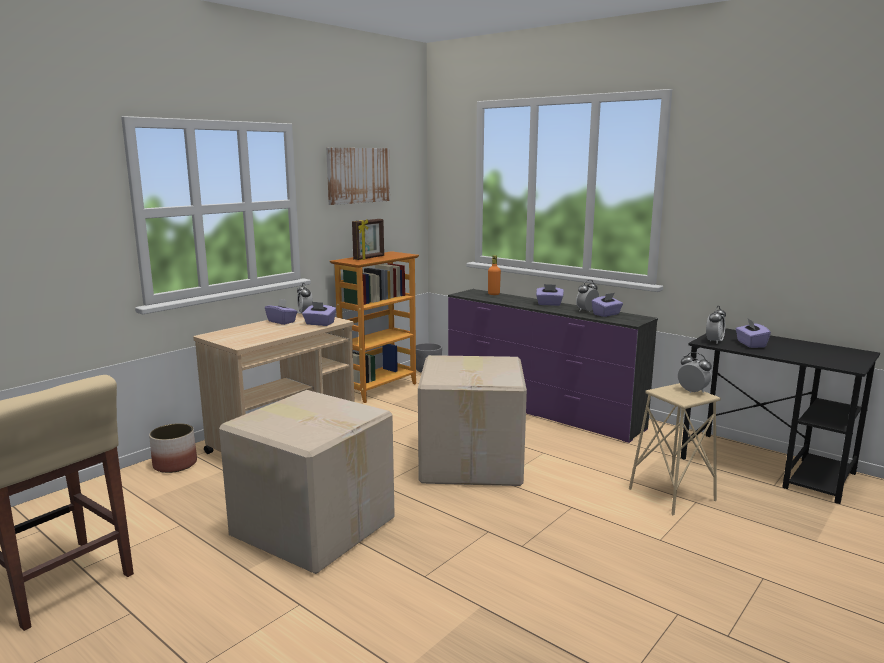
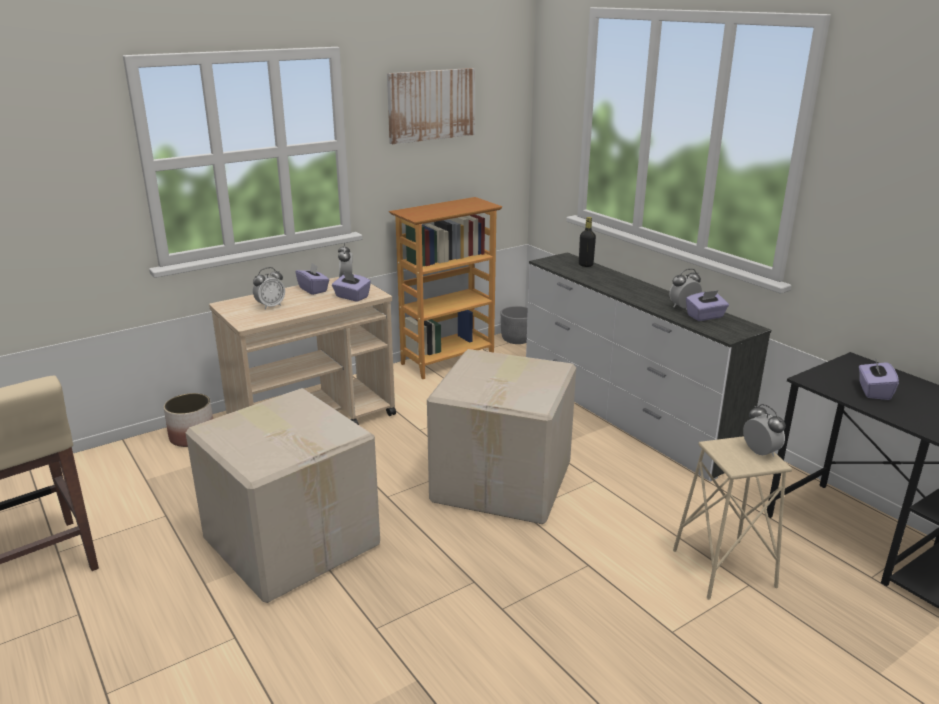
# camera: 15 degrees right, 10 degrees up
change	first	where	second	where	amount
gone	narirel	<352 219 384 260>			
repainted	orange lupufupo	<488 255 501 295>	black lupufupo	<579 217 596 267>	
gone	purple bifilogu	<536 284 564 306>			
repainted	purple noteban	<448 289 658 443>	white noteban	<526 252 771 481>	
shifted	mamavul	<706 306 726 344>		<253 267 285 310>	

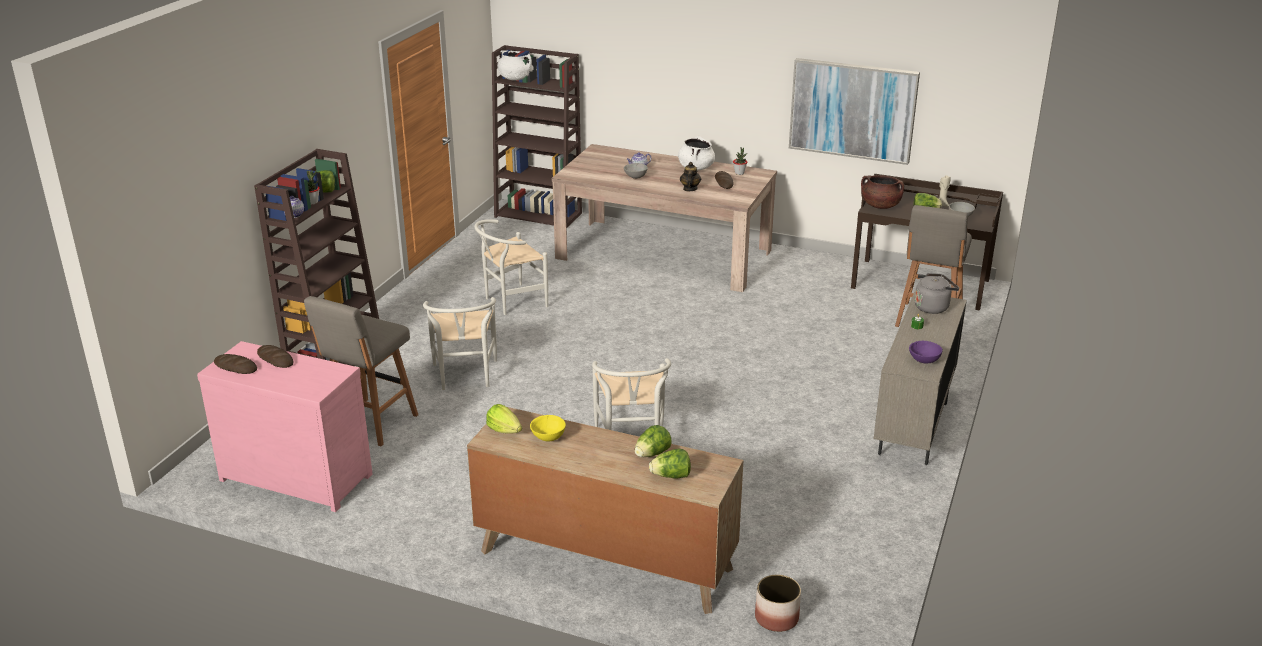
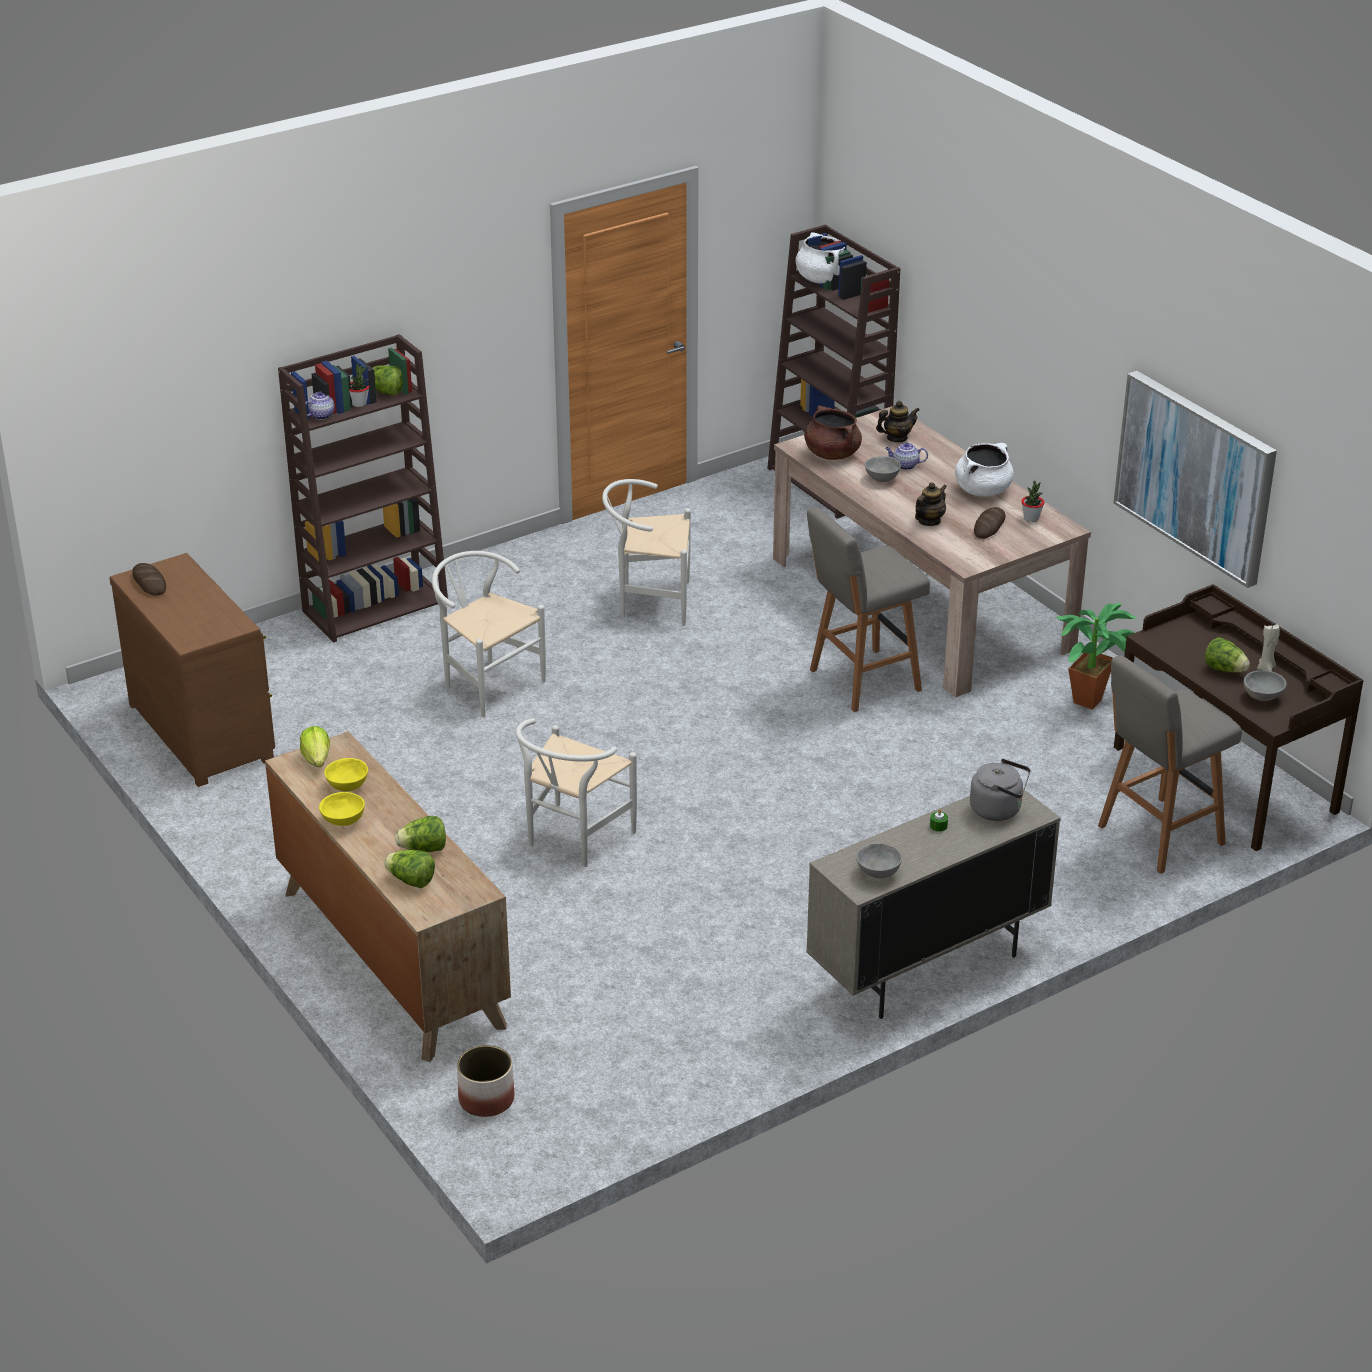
# camera: 35 degrees right, 5 degrees up
change	first	where	second	where	amount
shifted	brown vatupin	<861 175 904 209>		<804 405 862 460>	
shifted	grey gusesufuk	<304 296 418 446>		<807 507 930 712>	
rotated	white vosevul	<423 297 497 390>		<432 551 546 717>	105 degrees clockwise
repainted	pink noteban	<197 341 373 512>	brown noteban	<110 553 275 787>	
repainted	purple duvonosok	<909 341 943 363>	grey duvonosok	<856 843 902 878>	
gone	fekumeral	<257 345 293 368>			
new			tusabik	<876 401 920 442>	
new			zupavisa	<1056 603 1136 710>	
new			yellow duvonosok	<319 792 365 826>	

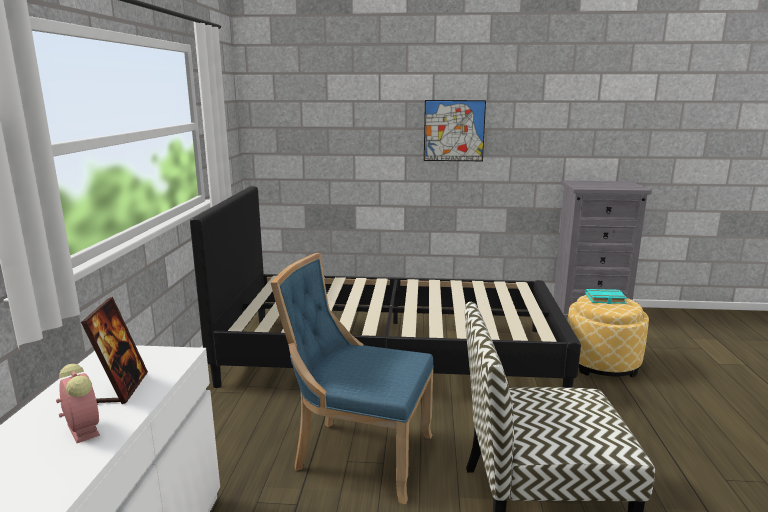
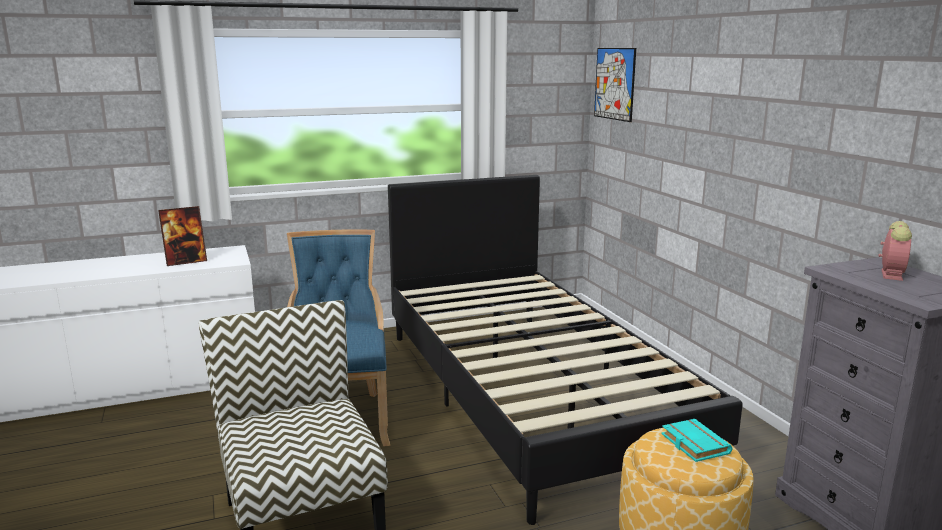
# camera: 65 degrees right, 0 degrees up
change	first	where	second	where	amount
shifted	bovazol	<424 100 486 161>		<594 48 636 122>	
shifted	mamavul	<56 364 100 443>		<878 221 912 281>	

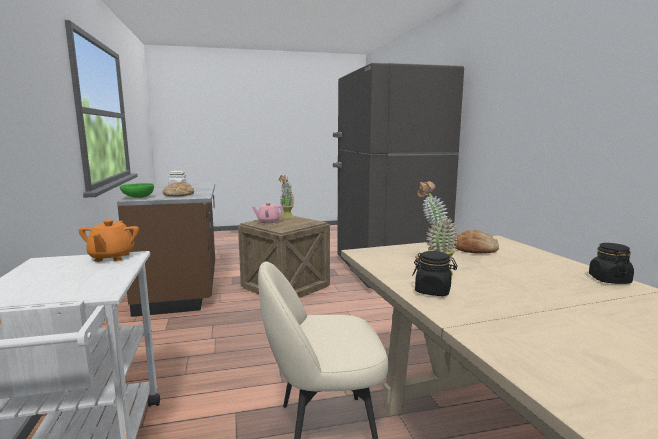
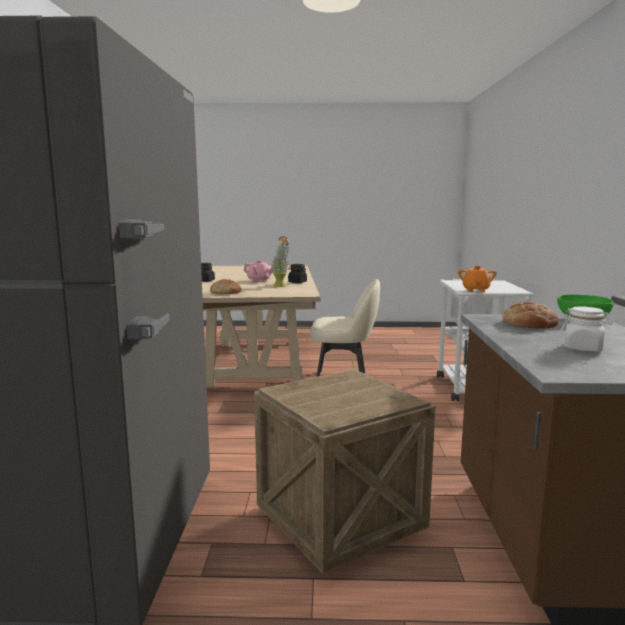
# camera: 165 degrees left, 0 degrees up
change	first	where	second	where	amount
gone	zupavisa	<279 175 294 218>			
shifted	pink tusabik	<252 202 284 224>		<243 260 273 282>	

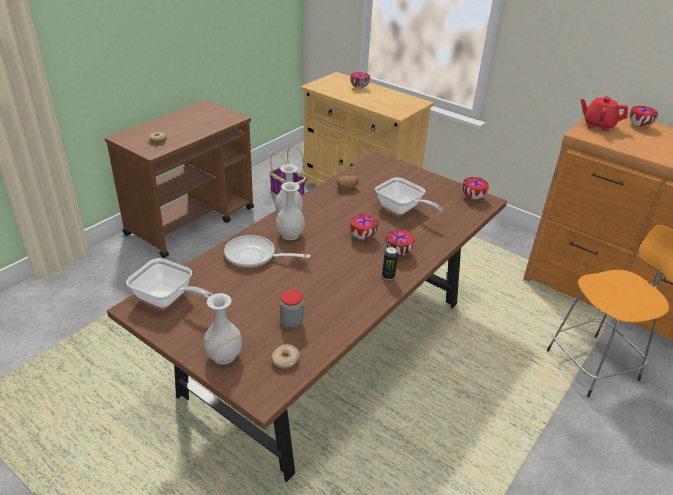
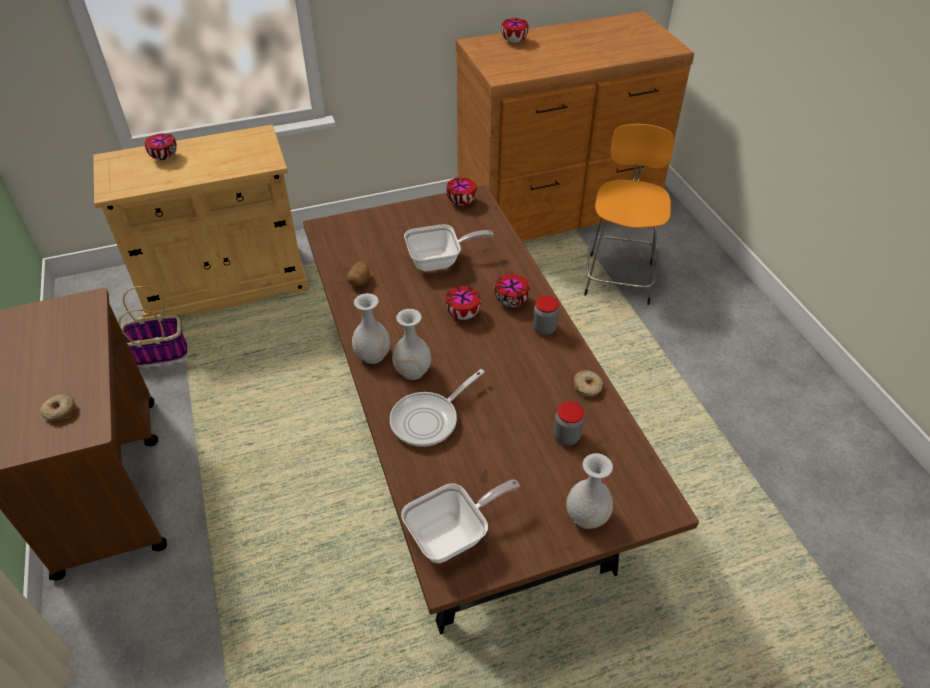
# camera: 55 degrees left, 10 degrees up
change	first	where	second	where	amount
gone	red tusabik	<581 96 628 131>			
swapped	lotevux	<382 247 398 280>	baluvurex	<533 296 559 335>	
shifted	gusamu	<272 344 300 369>		<574 370 603 397>	

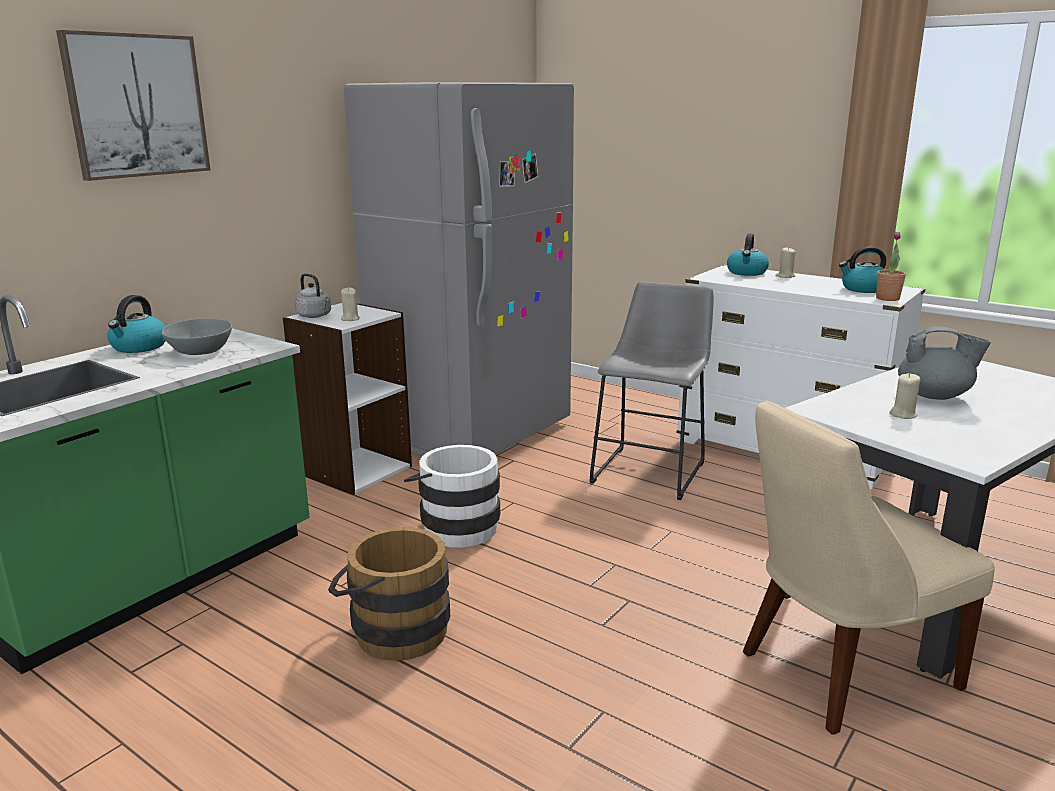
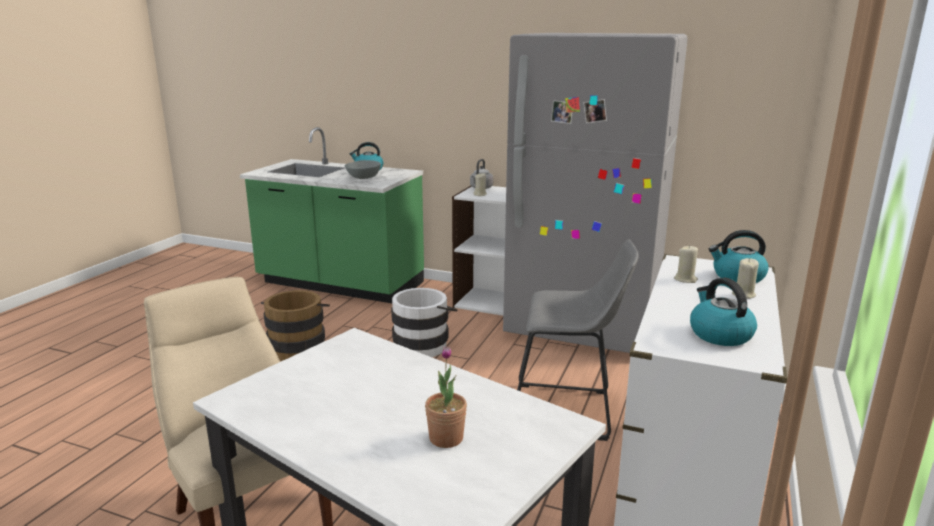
# camera: 75 degrees right, 0 degrees up
change	first	where	second	where	amount
gone	bovazol	<56 30 210 181>			
shifted	zupavisa	<876 232 906 301>		<425 346 467 448>	
gone	grey tusabik	<898 327 991 400>			
shifted	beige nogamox	<889 373 920 419>		<674 245 698 283>	

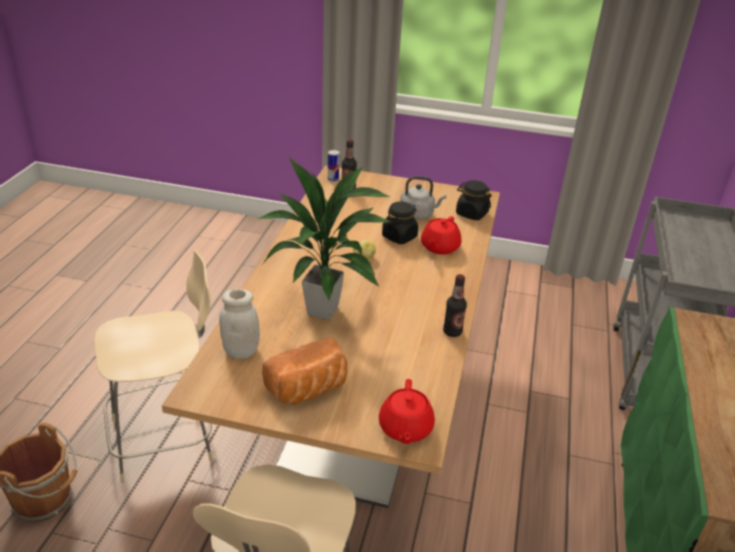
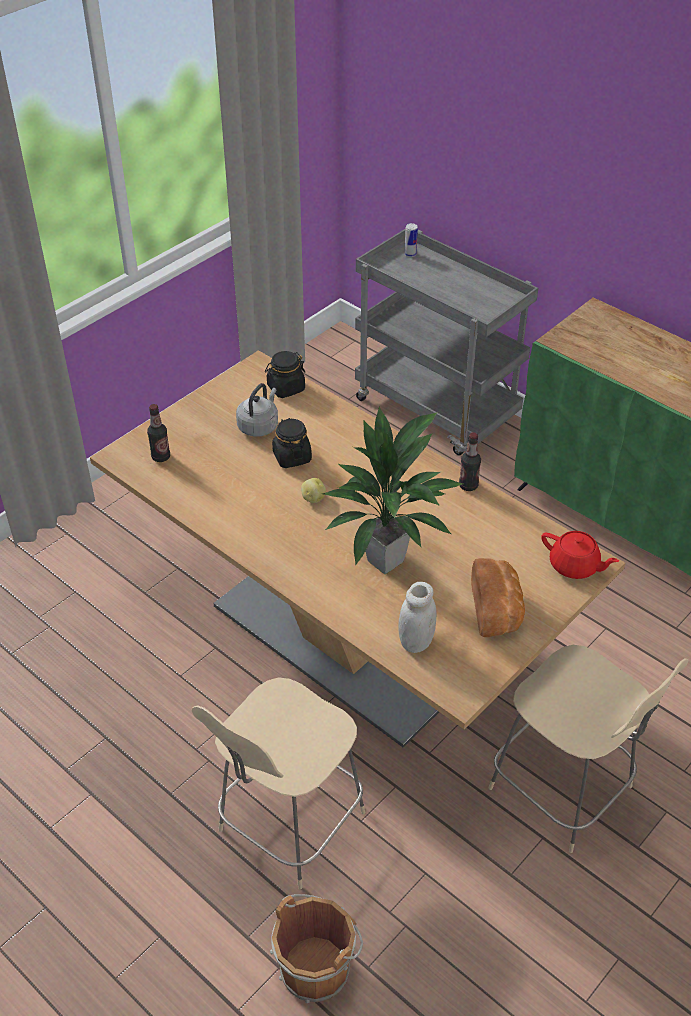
# camera: 60 degrees left, 10 degrees up
change	first	where	second	where	amount
shifted	lotevux	<328 150 339 182>		<404 223 418 257>	
gone	red tusabik	<421 216 462 255>			
rotated	beige vosevul	<94 250 213 483>		<192 677 365 889>	150 degrees counterclockwise

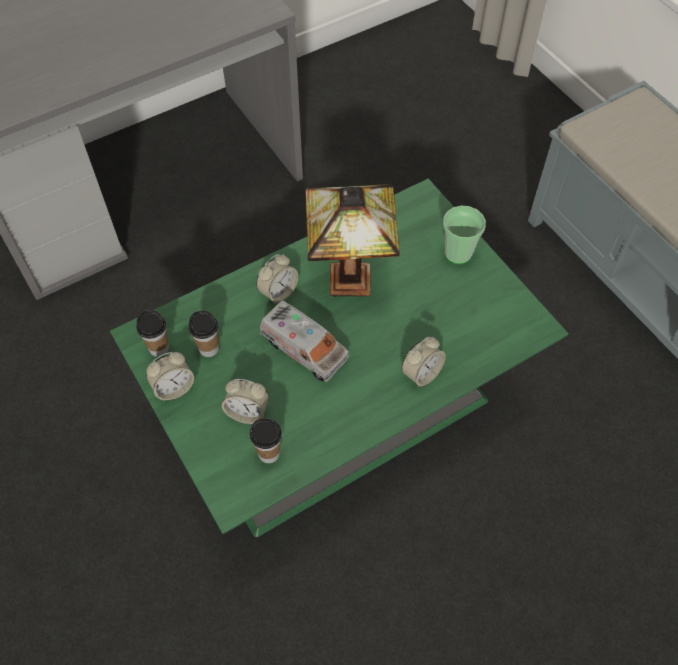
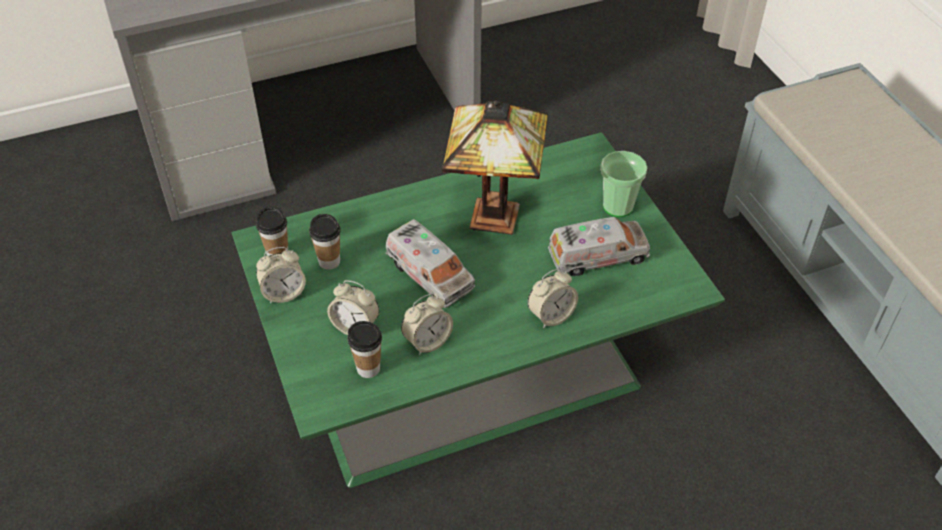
# camera: 10 degrees right, 10 degrees down
change	first	where	second	where	amount
shifted	mamavul	<256 254 298 304>		<401 294 453 355>	
new			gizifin	<548 217 650 276>	

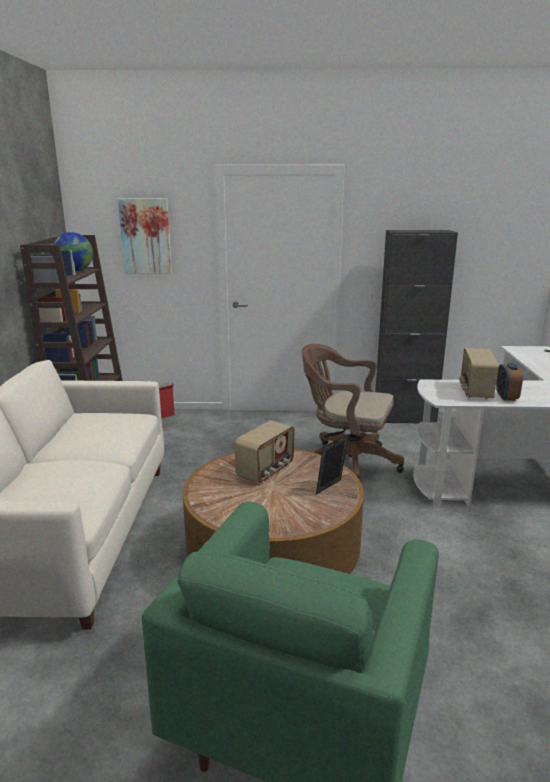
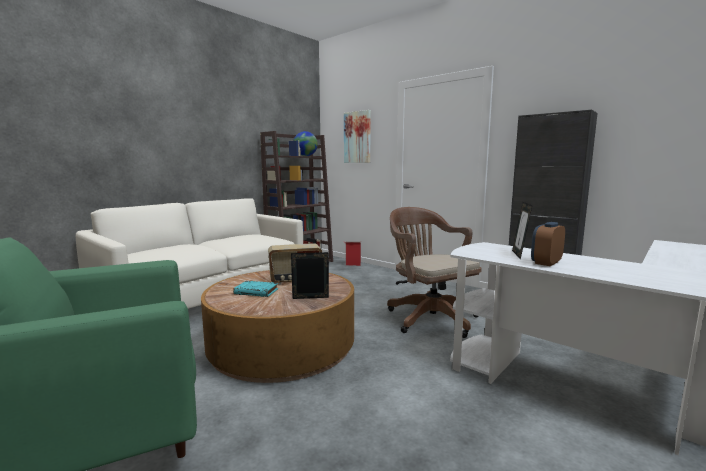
# camera: 40 degrees right, 10 degrees down
change	first	where	second	where	amount
swapped	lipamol	<459 348 499 399>	narirel	<512 202 532 259>	
new			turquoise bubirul	<233 281 278 297>	

